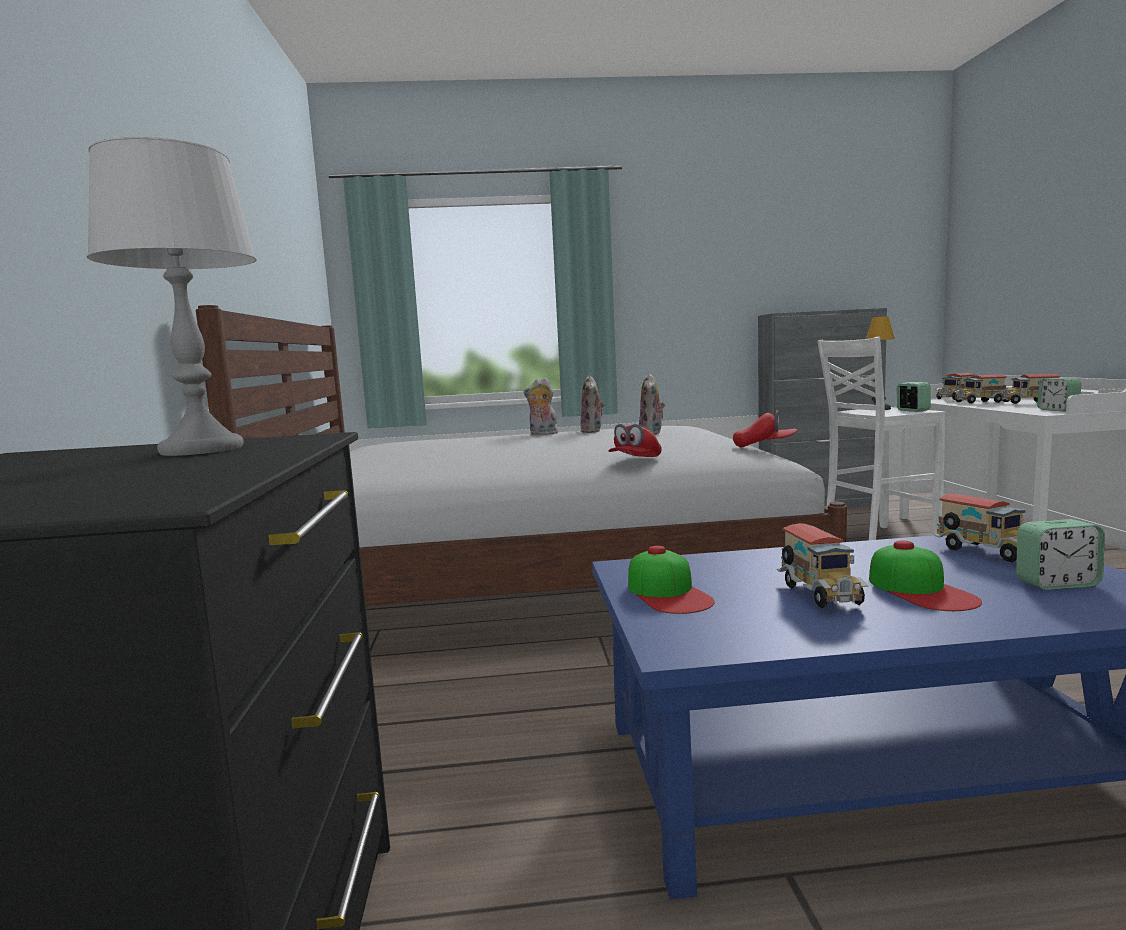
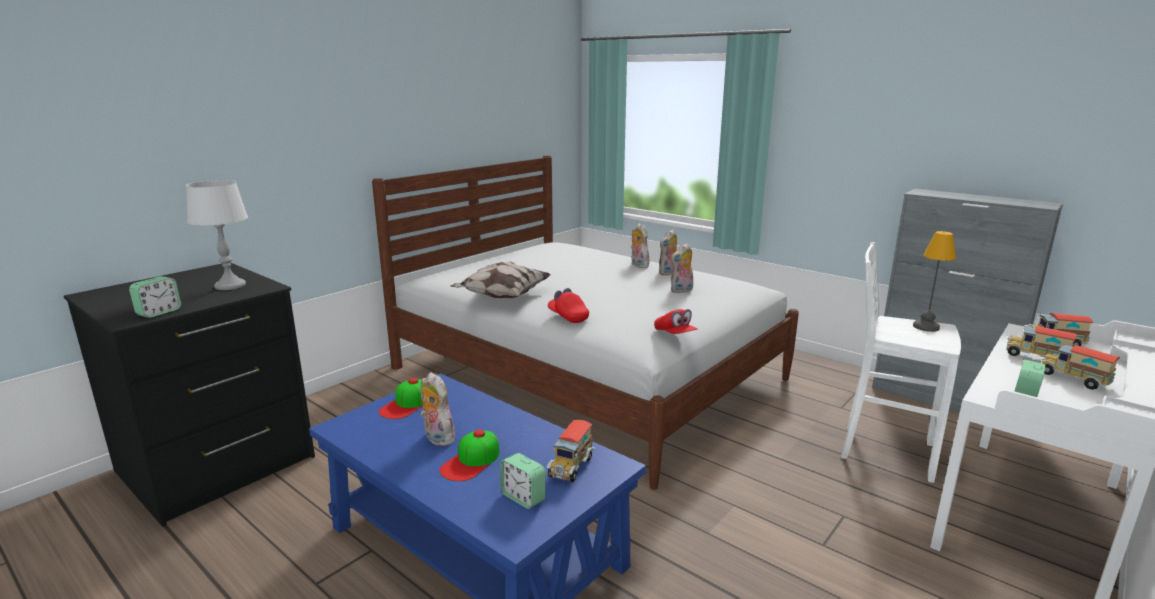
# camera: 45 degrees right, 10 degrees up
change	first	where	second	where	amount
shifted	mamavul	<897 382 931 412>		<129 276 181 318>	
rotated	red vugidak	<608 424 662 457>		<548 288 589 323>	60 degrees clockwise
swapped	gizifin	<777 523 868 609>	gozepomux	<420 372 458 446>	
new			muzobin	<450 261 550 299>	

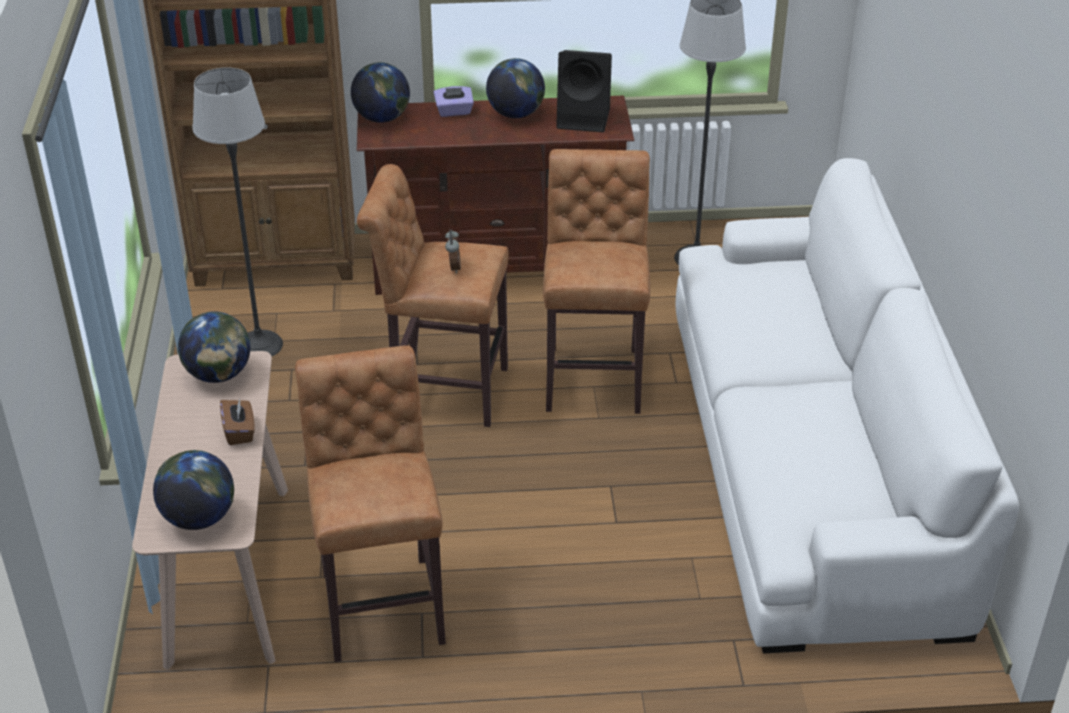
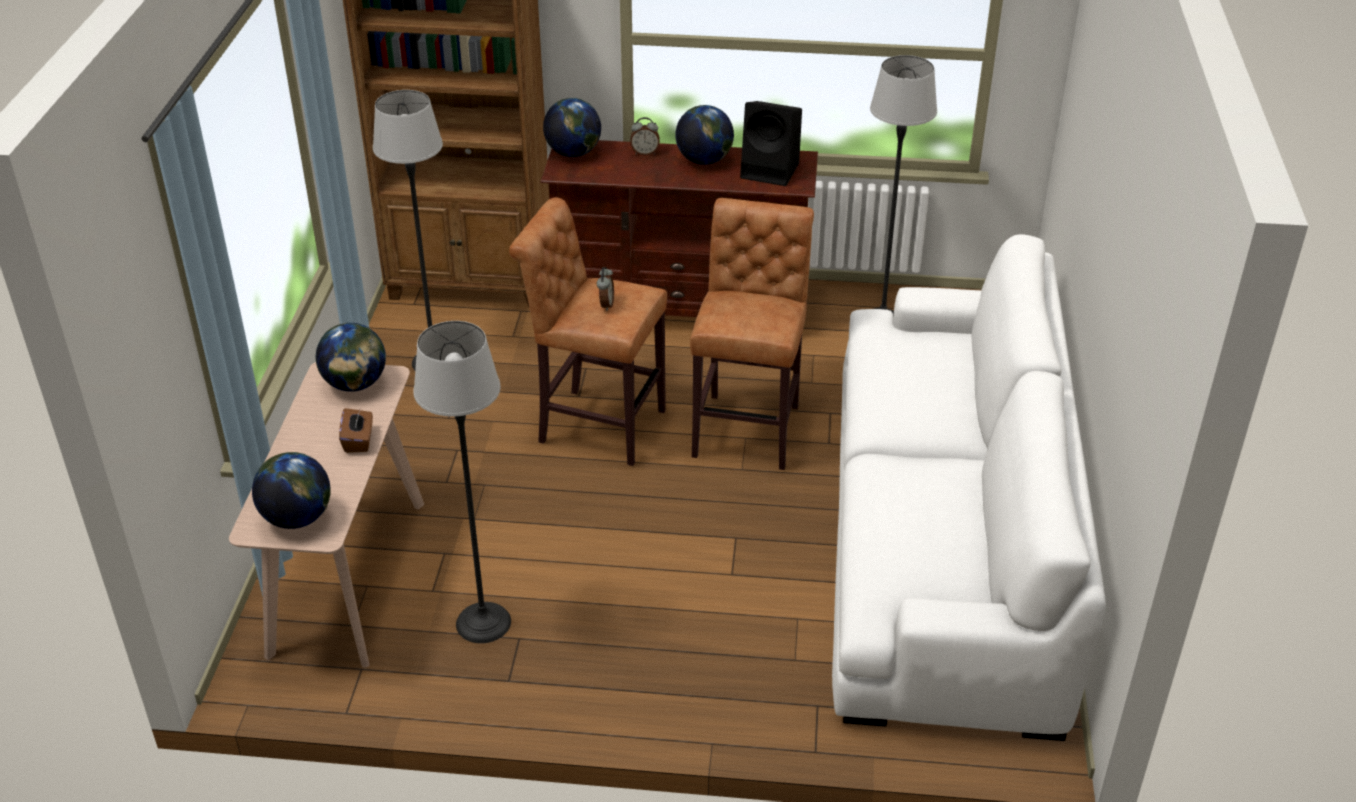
# camera: 10 degrees right, 0 degrees up
change	first	where	second	where	amount
swapped	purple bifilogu	<434 86 474 117>	mamavul	<630 117 660 156>	
swapped	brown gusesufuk	<295 345 446 662>	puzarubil	<414 321 511 643>	

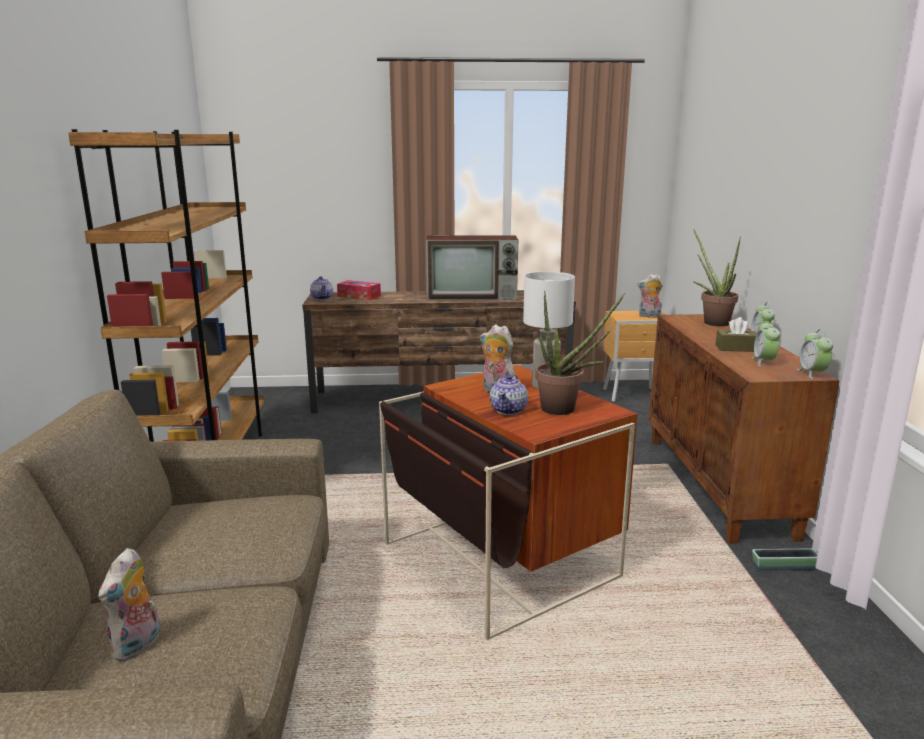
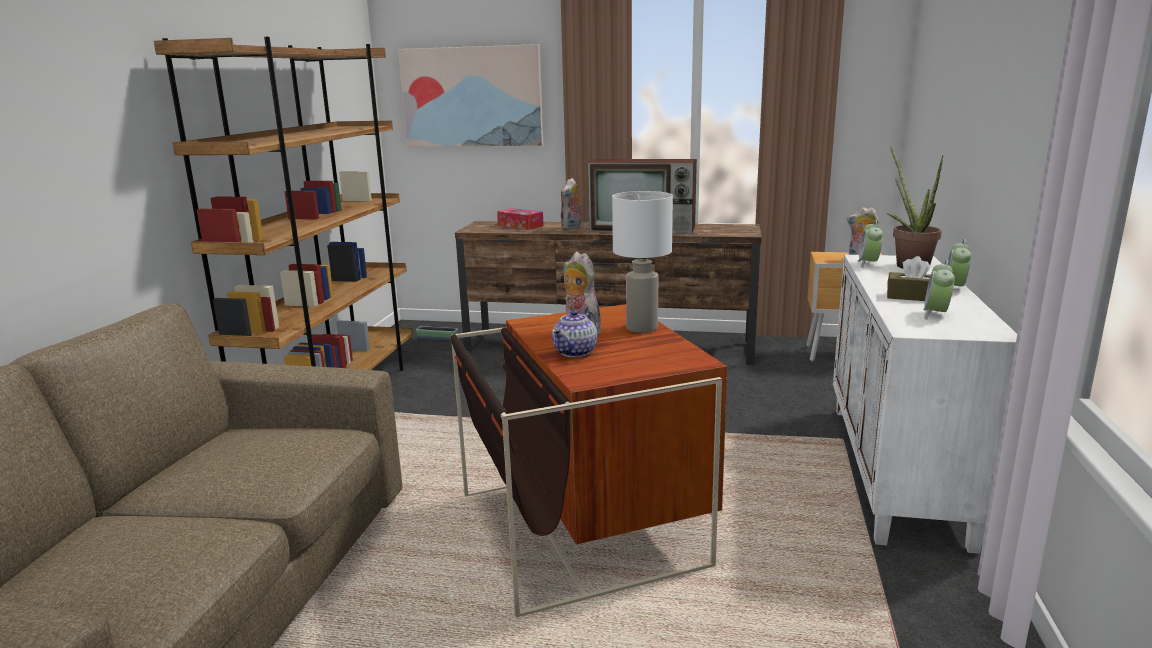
# camera: 15 degrees right, 0 degrees up
change	first	where	second	where	amount
gone	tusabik	<310 276 333 300>			
gone	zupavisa	<535 291 625 415>			
repainted	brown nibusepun	<649 314 840 544>	white nibusepun	<833 255 1017 554>	
shifted	mamavul	<797 329 833 379>		<858 220 883 268>	
shifted	gozepomux	<98 548 160 662>		<561 178 582 230>	
shifted	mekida	<752 549 818 571>		<416 326 458 341>	
new			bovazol	<398 44 543 147>	

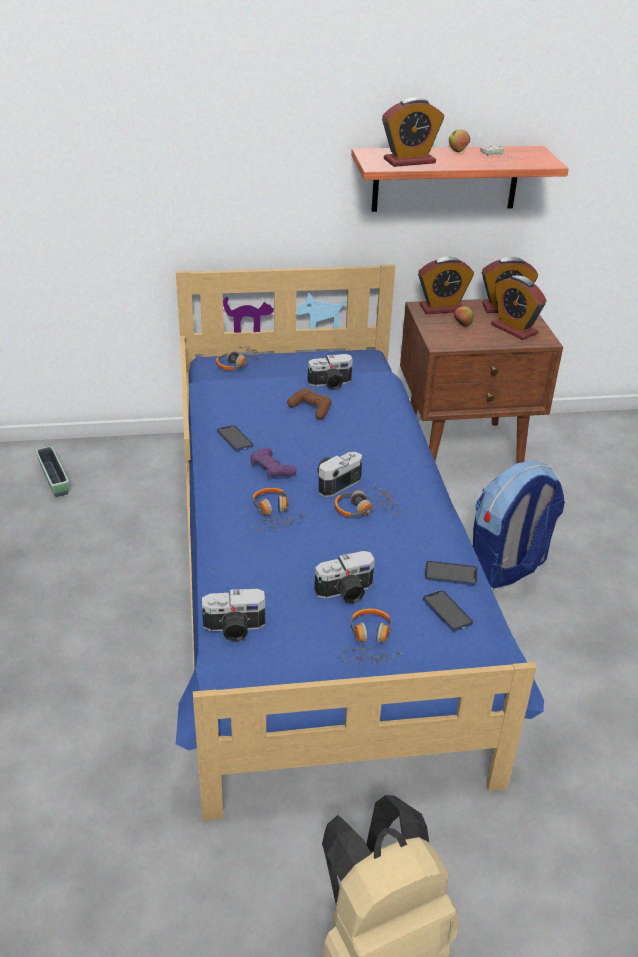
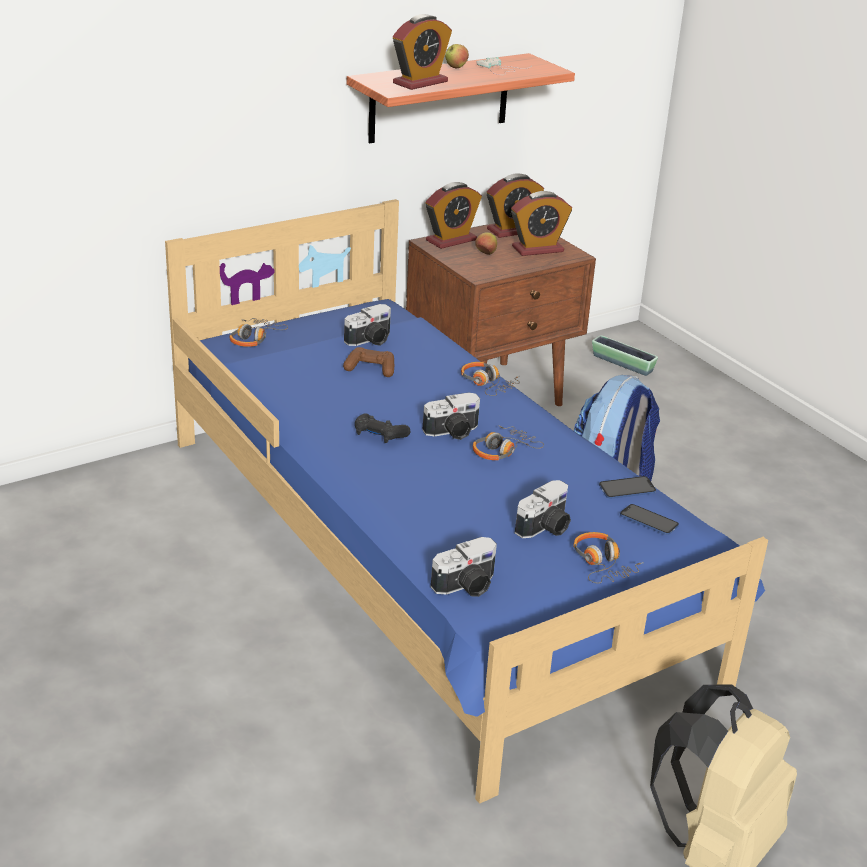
# camera: 25 degrees left, 5 degrees down
change	first	where	second	where	amount
rotated	mamavul	<491 275 547 340>		<511 191 572 256>	45 degrees counterclockwise
gone	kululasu	<217 425 253 451>			
shifted	mekida	<35 446 69 497>		<592 335 658 376>	
repainted	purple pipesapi	<250 448 297 478>	black pipesapi	<355 413 410 443>	
rotated	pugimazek	<317 452 362 497>		<422 392 480 440>	135 degrees counterclockwise
shifted	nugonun	<252 488 305 531>		<461 362 520 396>	

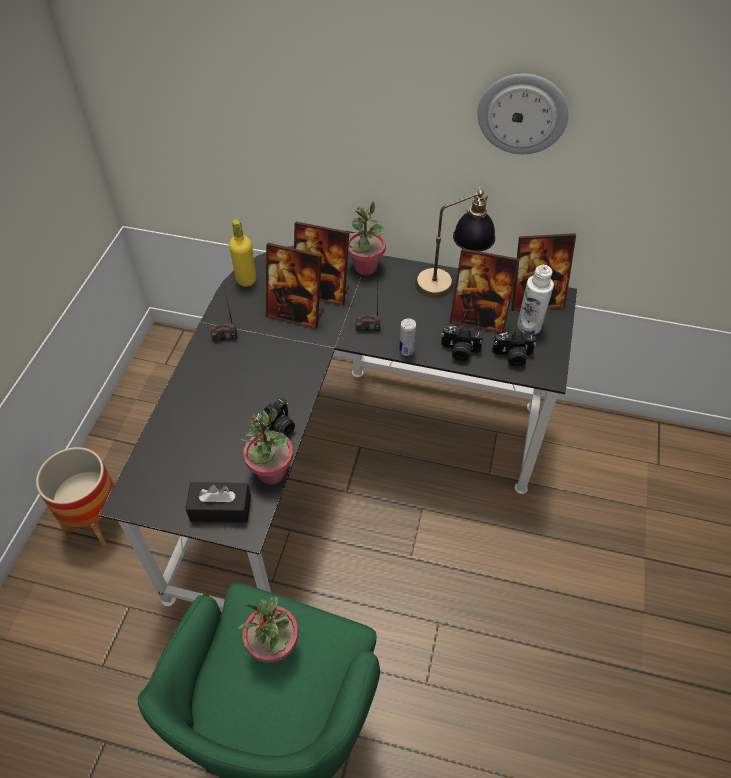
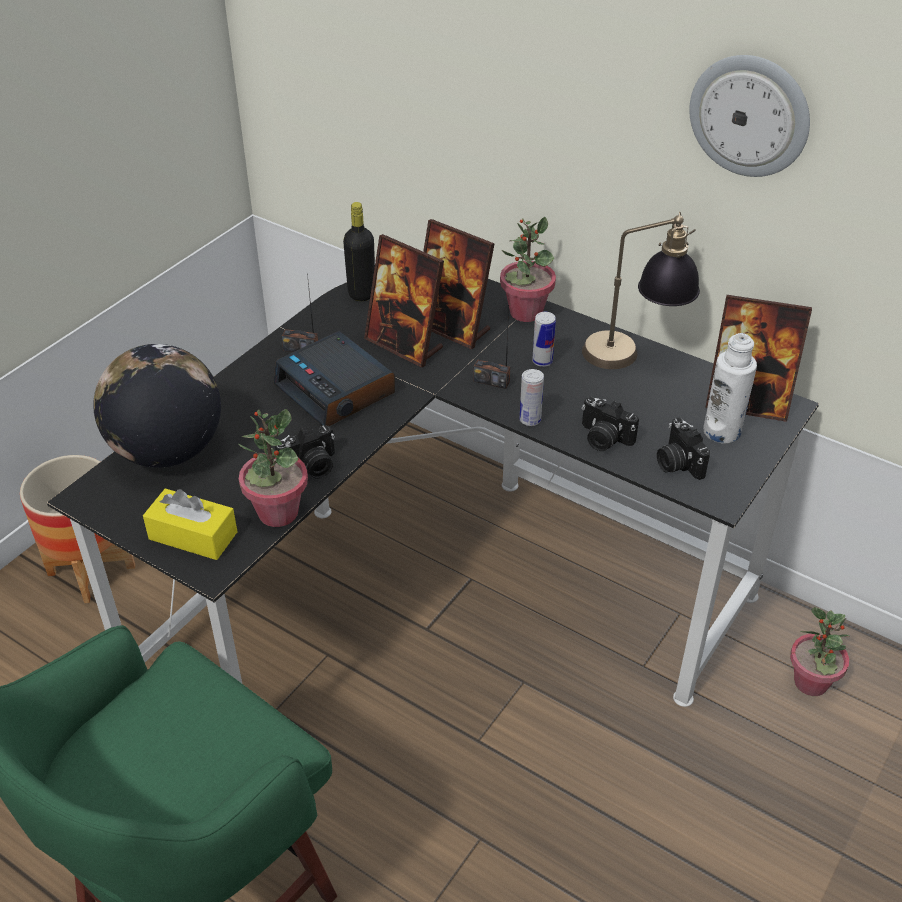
# camera: 20 degrees right, 10 degrees down
change	first	where	second	where	amount
repainted	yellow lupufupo	<229 219 256 287>	black lupufupo	<343 202 375 301>	
gone	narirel	<449 248 519 333>			
rotated	pugimazek	<492 331 536 367>		<657 417 710 480>	45 degrees clockwise
repainted	black bifilogu	<185 482 251 522>	yellow bifilogu	<143 489 237 560>	
shifted	zupavisa	<238 597 298 663>		<790 607 849 696>	
new			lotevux	<532 312 556 367>	
new			mamavul	<274 331 395 426>	
new			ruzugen	<93 344 221 468>	

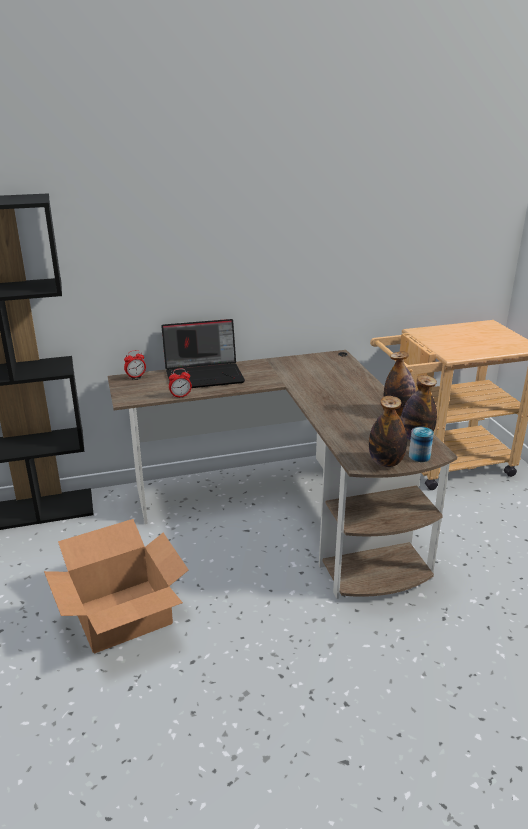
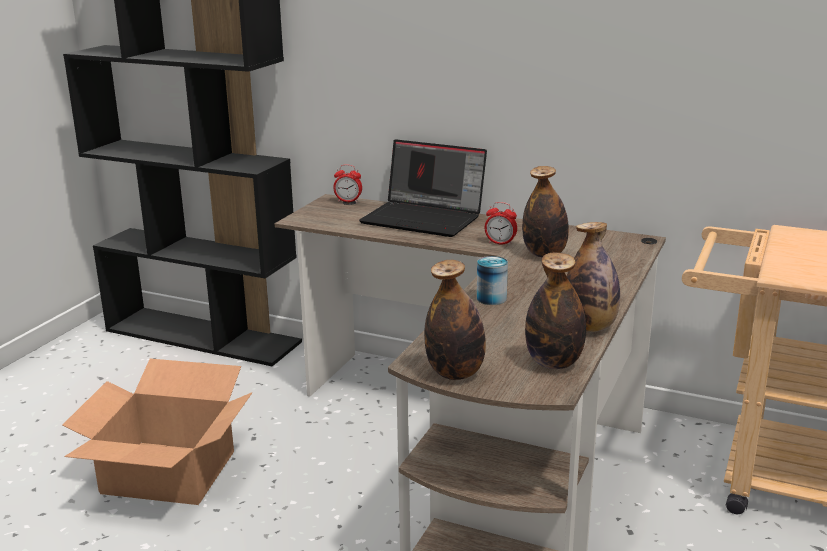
# camera: 40 degrees right, 5 degrees down
change	first	where	second	where	amount
shifted	mamavul	<169 369 192 398>		<485 202 517 246>	
shifted	lotevux	<409 427 434 462>		<477 256 508 305>	
new			lupufupo	<522 166 569 257>	

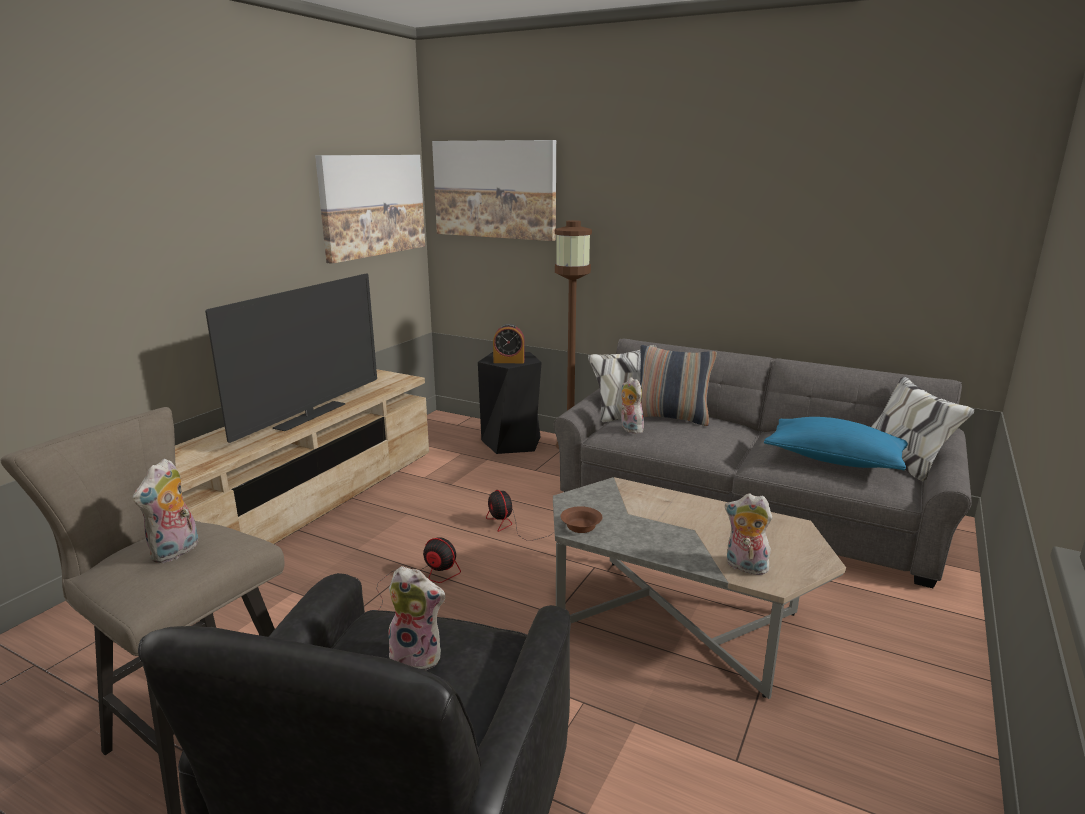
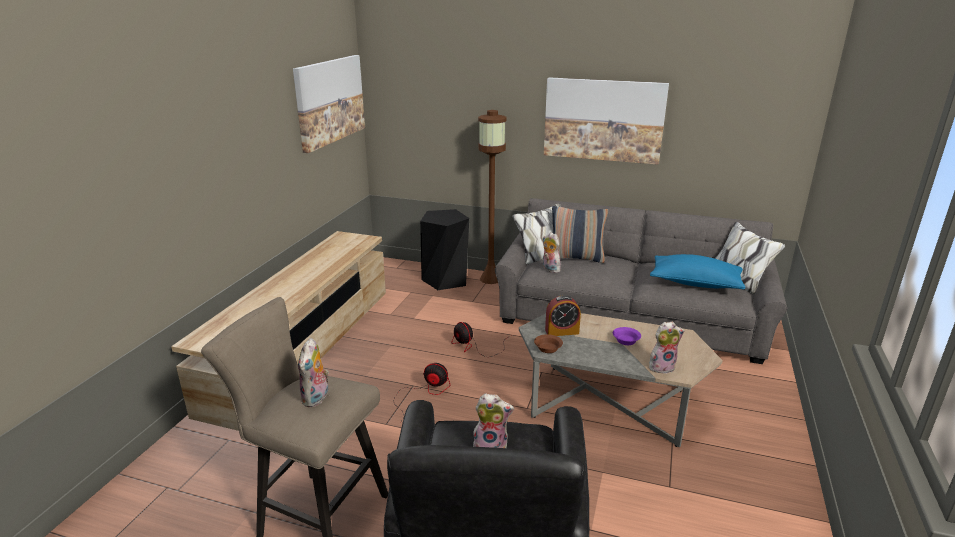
# camera: 10 degrees left, 5 degrees up
change	first	where	second	where	amount
shifted	bovazol	<432 140 556 241>		<544 77 669 165>	
gone	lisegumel	<205 273 377 443>			
shifted	mamavul	<493 324 525 363>		<545 295 581 336>	
rotated	gozepomux	<725 493 772 575>		<649 321 685 374>	150 degrees clockwise
new			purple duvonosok	<613 327 641 345>	

